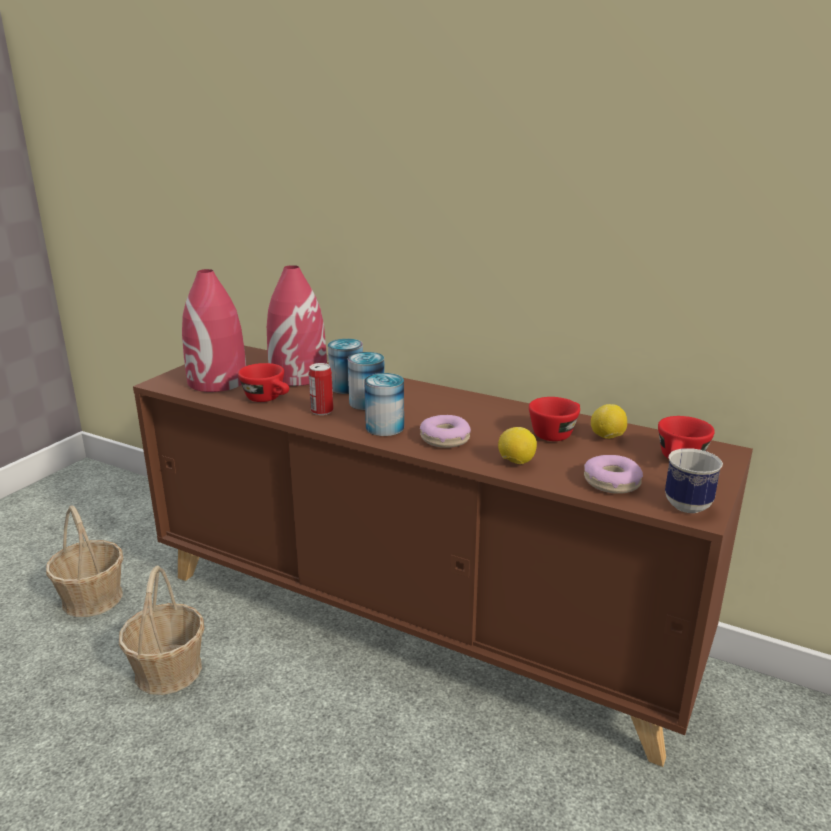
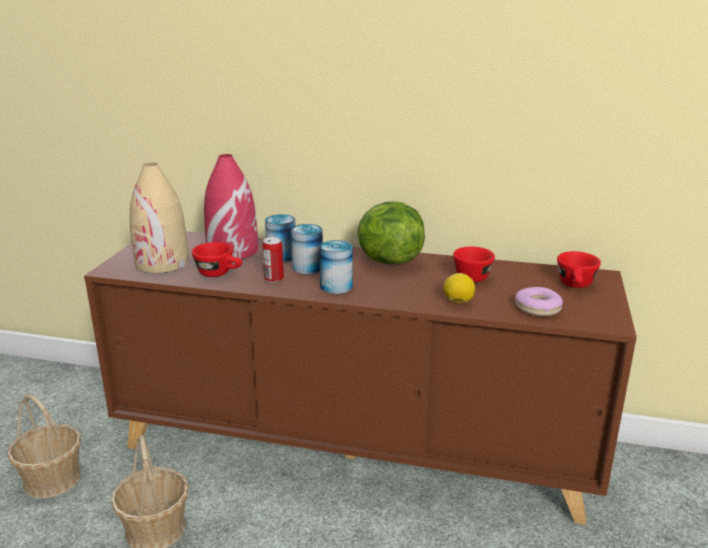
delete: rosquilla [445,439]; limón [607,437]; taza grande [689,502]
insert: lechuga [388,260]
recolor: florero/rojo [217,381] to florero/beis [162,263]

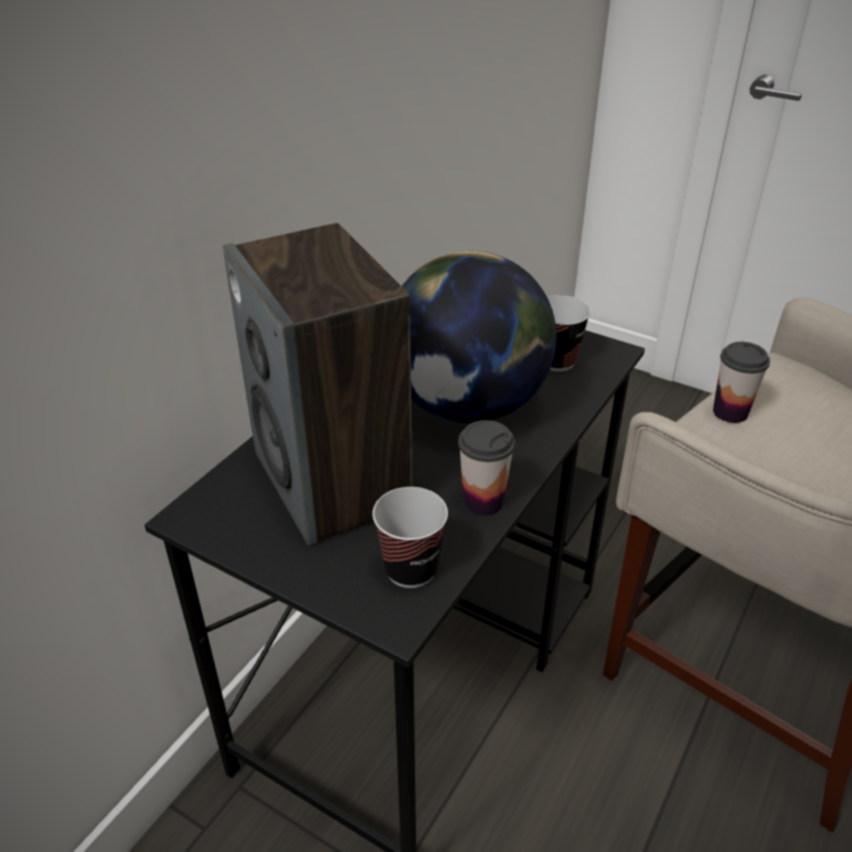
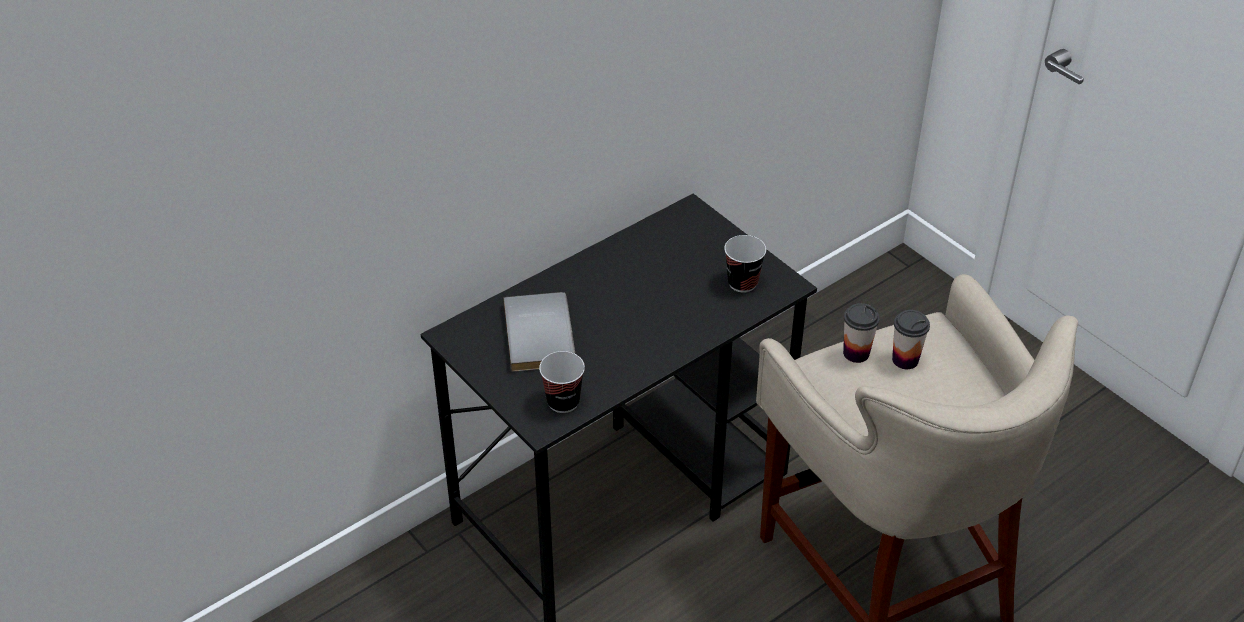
delete: globo terráqueo [467,406]
move: taza [483,501] to [905,360]
replace: altavoz [333,481] to libro/gris [542,334]

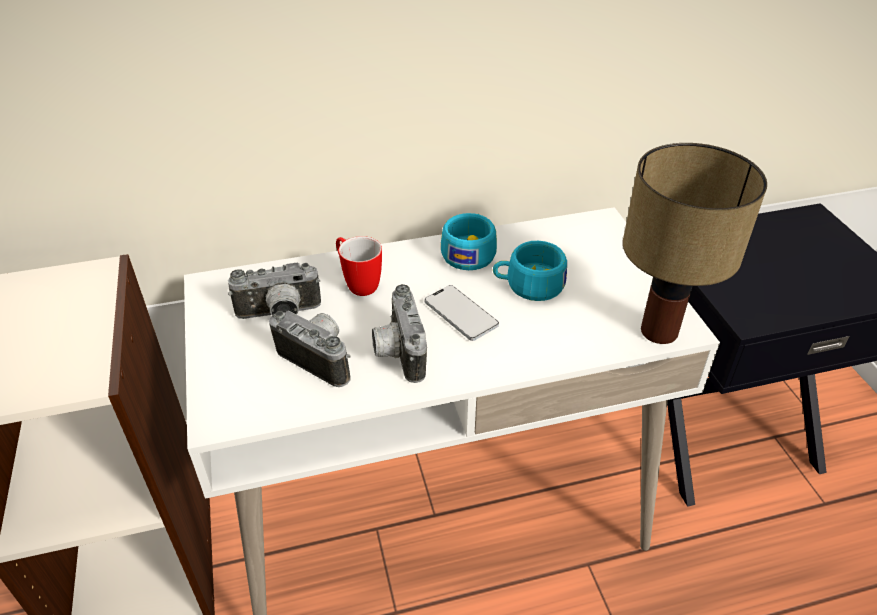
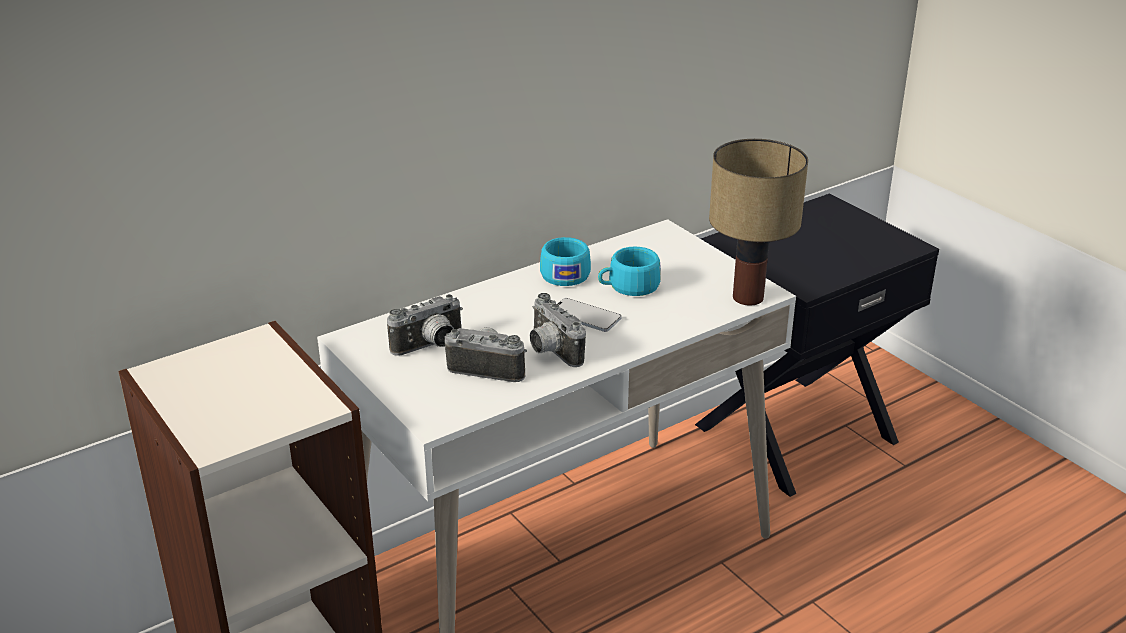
delete: taza grande [358,283]

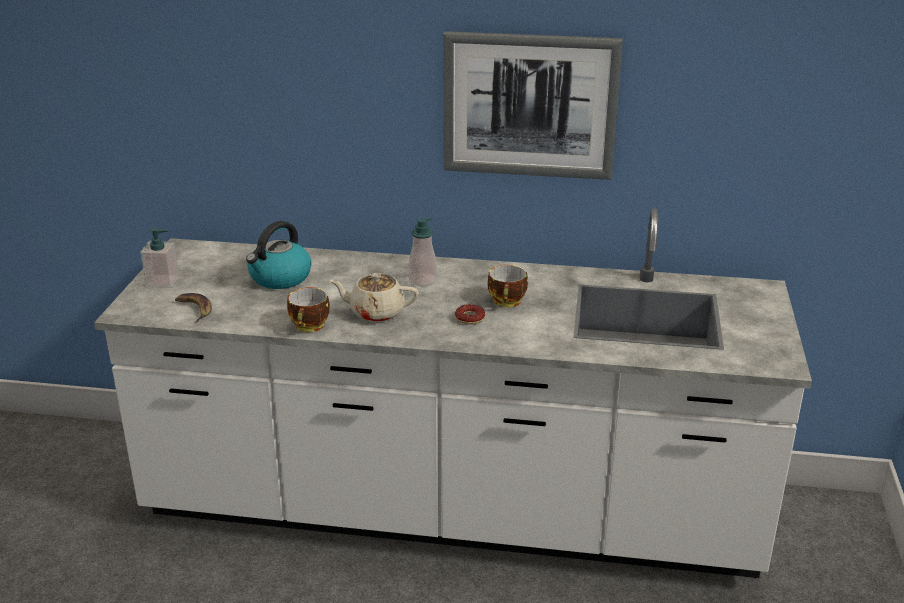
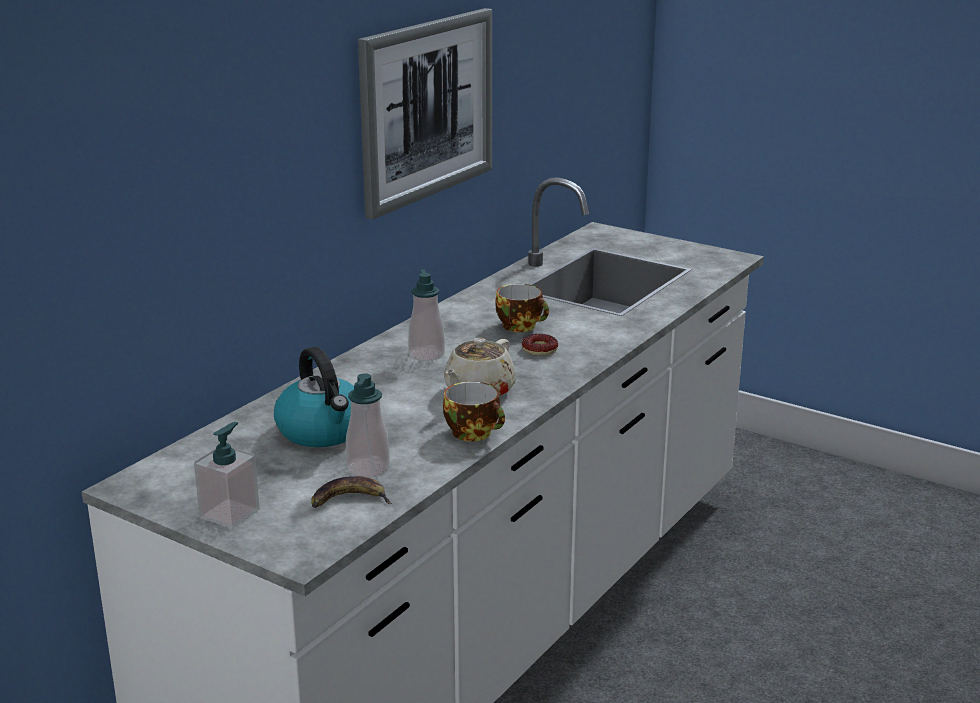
insert: dispensador de jabón [368,468]

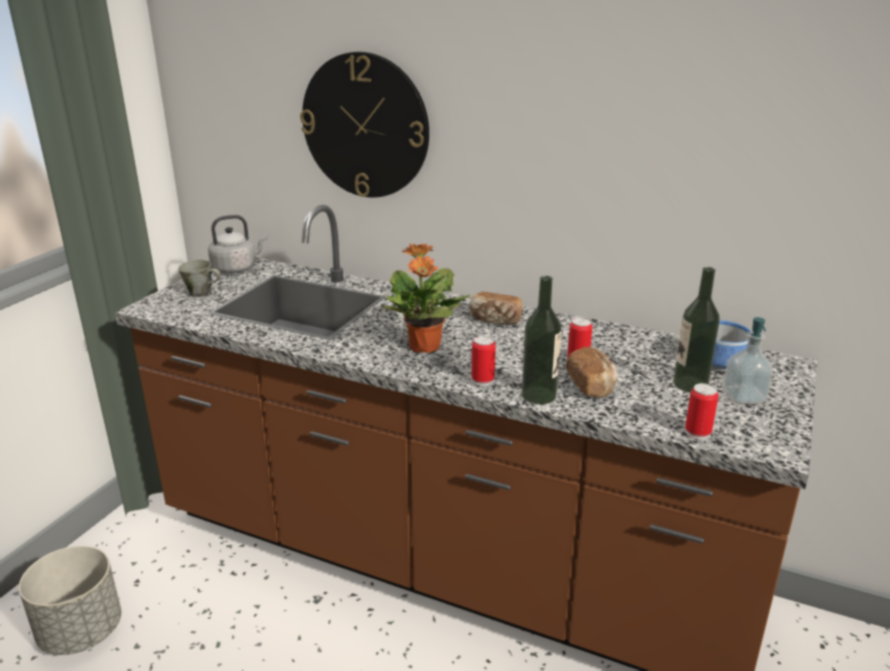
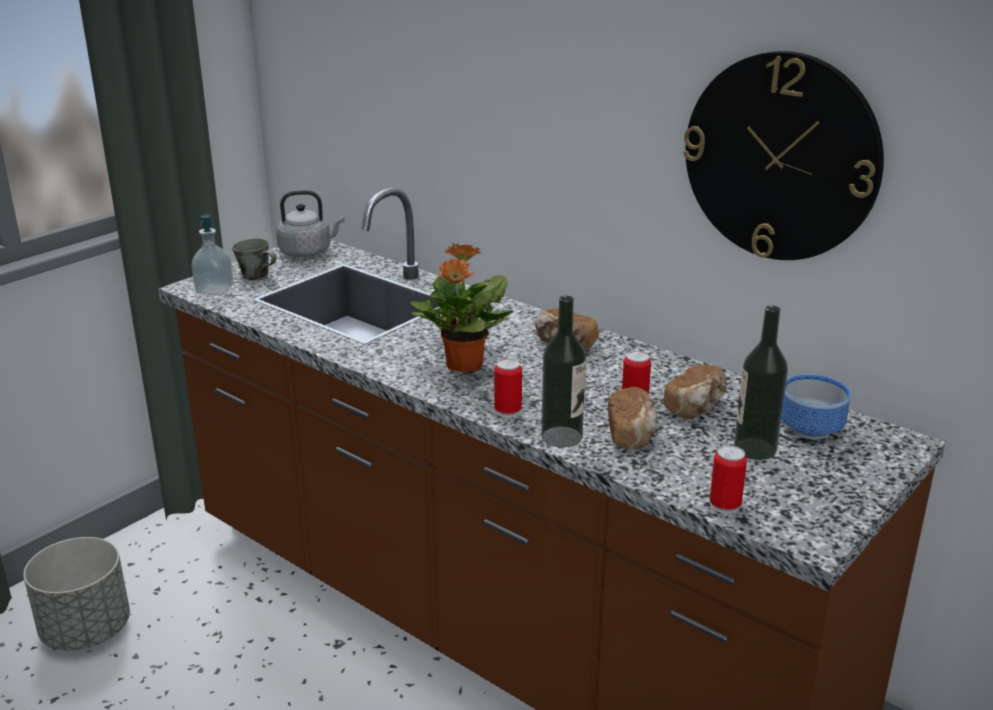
insert: pan [696,407]
move: dispensador de jabón [744,396] to [214,289]; reloj de pared [365,126] to [781,157]

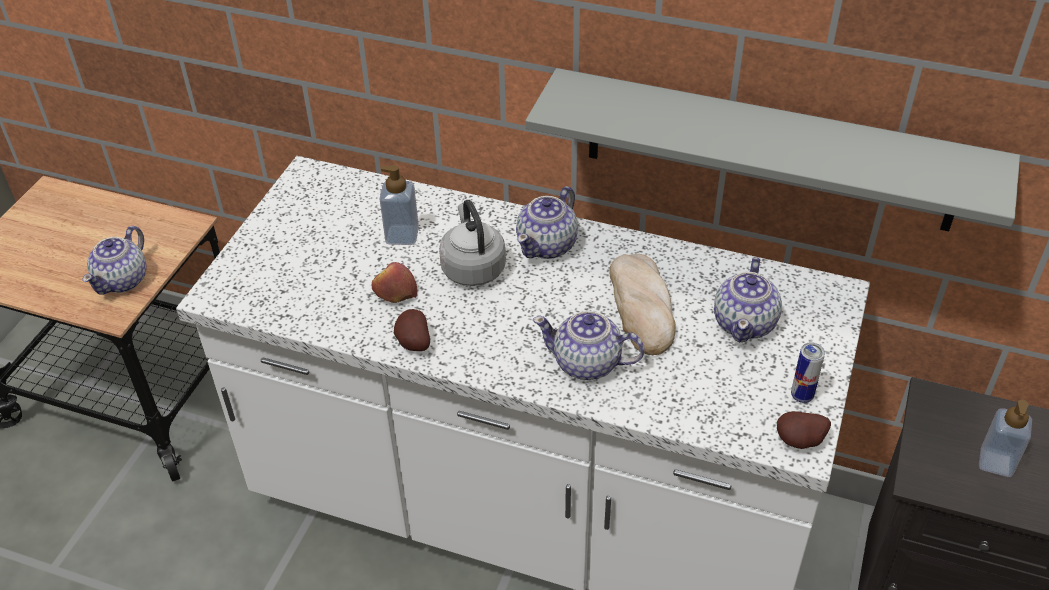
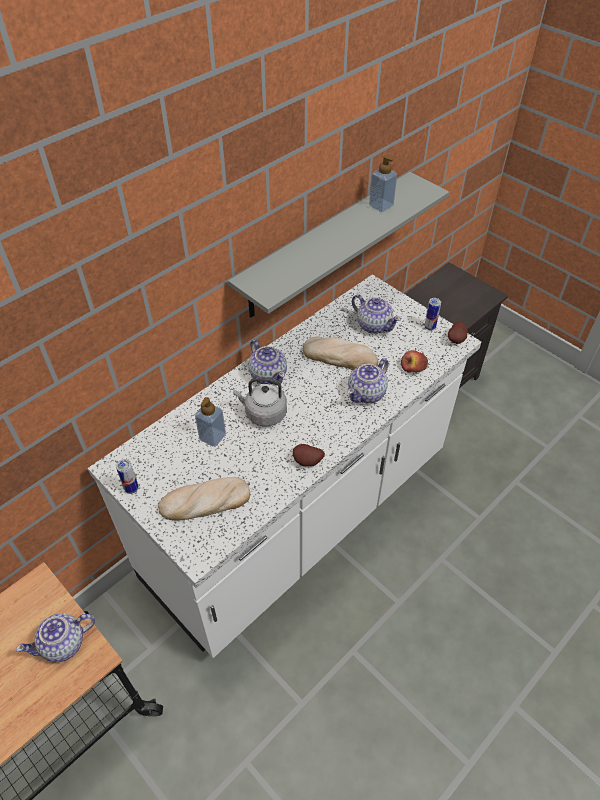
insert: lata [131,488]; pan [205,502]
move: dispensador de jabón [996,462] to [381,205]; manzana [394,292] to [413,367]
rotate: tetera [123,280] = [64,644] 105 degrees clockwise

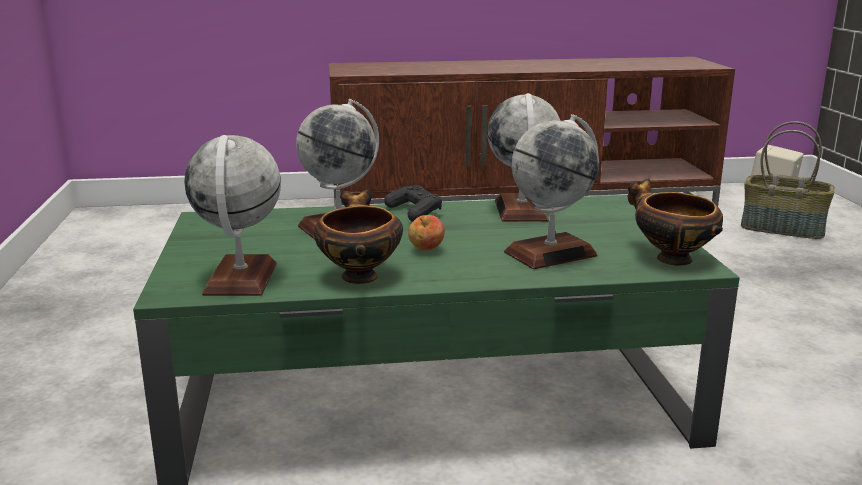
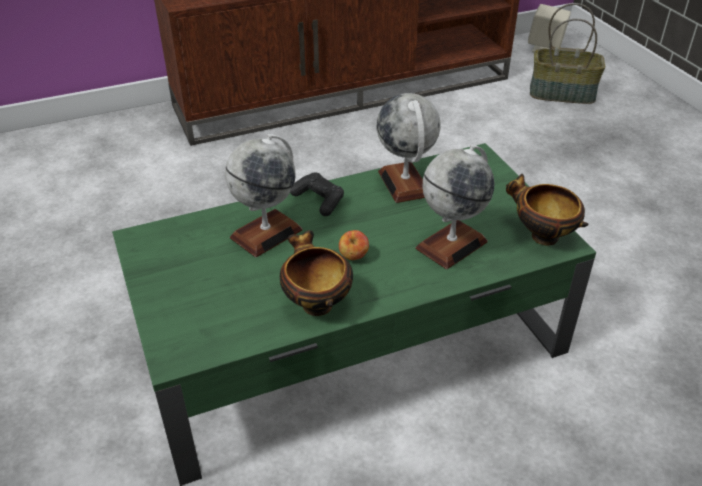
delete: globo terráqueo [241,279]

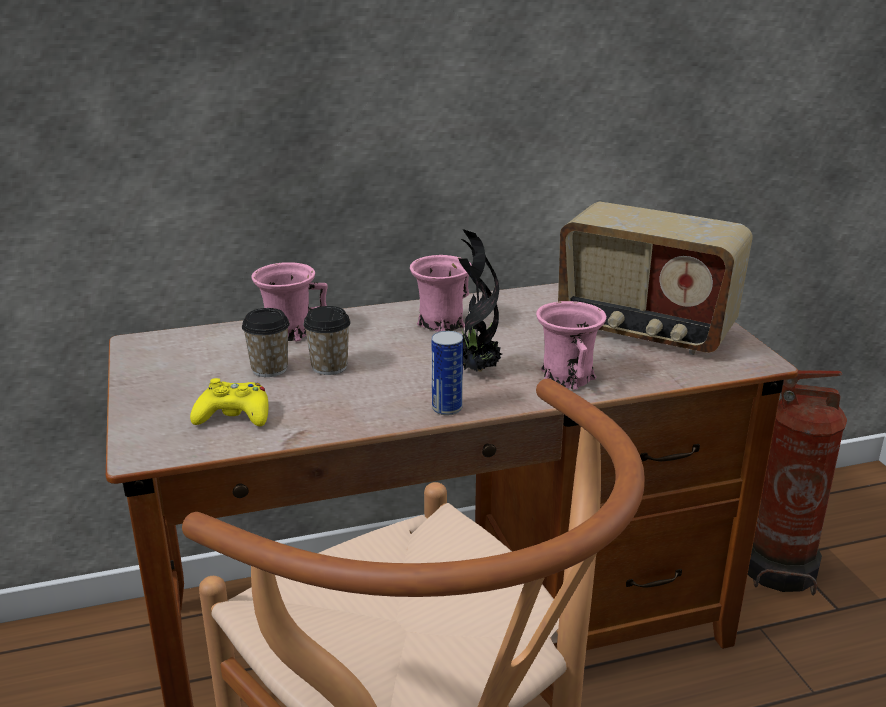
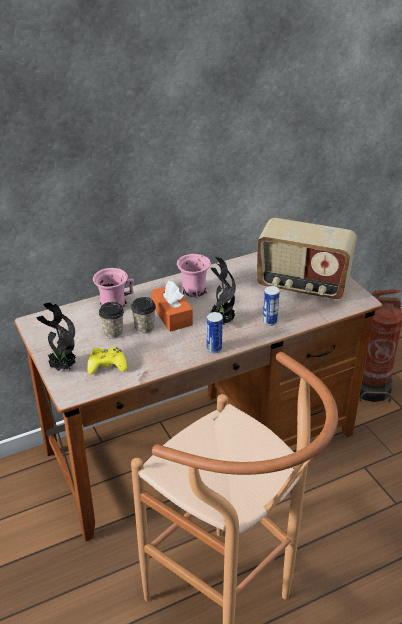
insert: planta en maceta [61,368]; caja de pañuelos/naranja [172,315]
replace: taza grande/rosa [568,377] to lata [269,321]

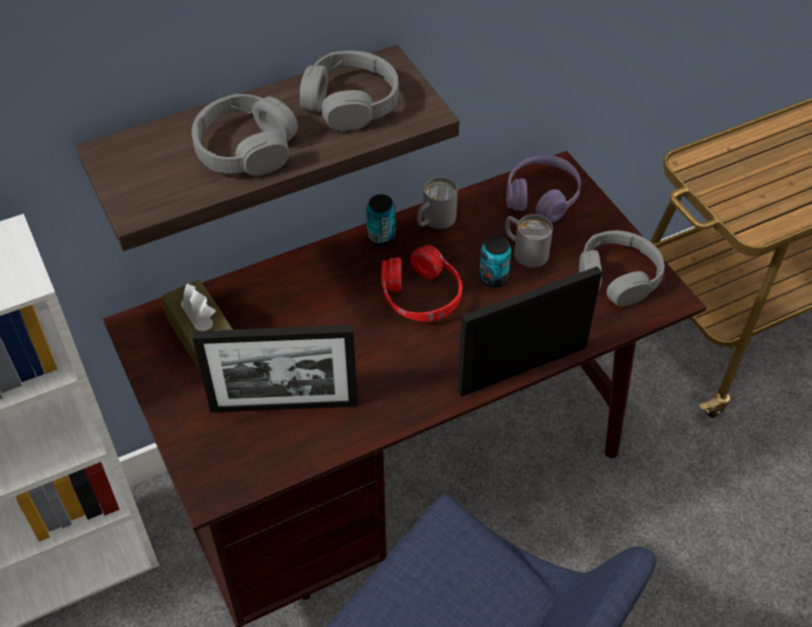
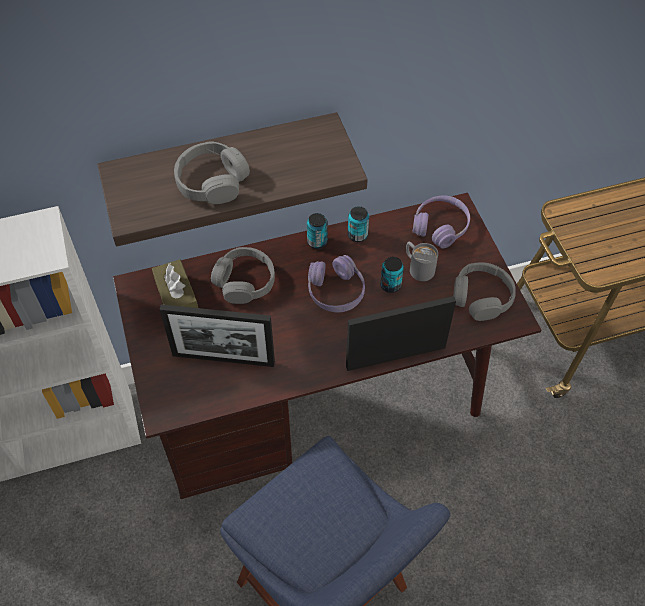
move: auriculares/gris [350,103] to [244,281]
replace: taza grande/gris [434,221] to lata [357,235]
recolor: auriculares/rojo [421,296] to auriculares/morado [335,291]

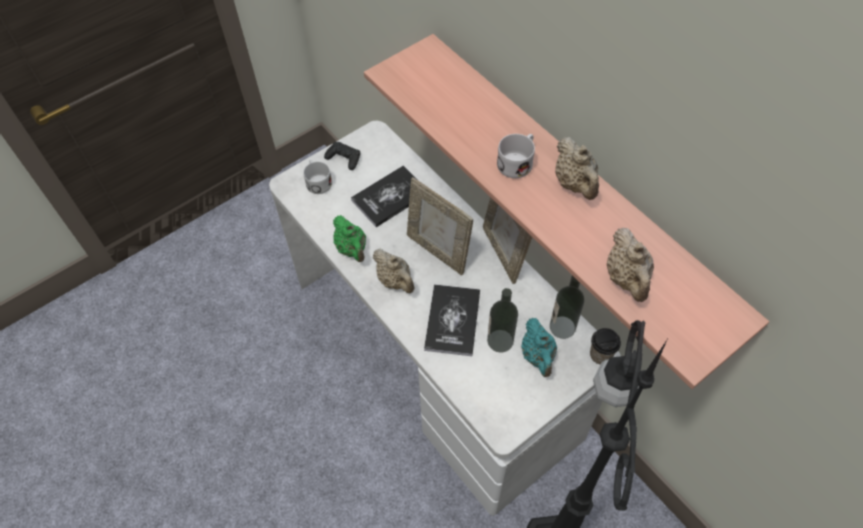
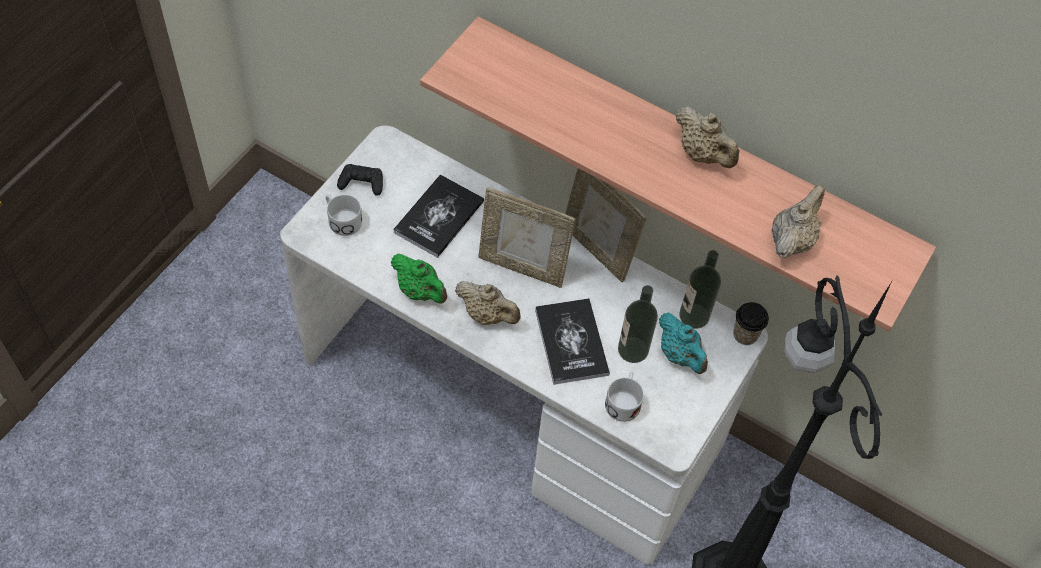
move: taza grande/blanco [518,161] to [624,401]
rotate: tetera/beis [627,278] = [791,240] 120 degrees counterclockwise

